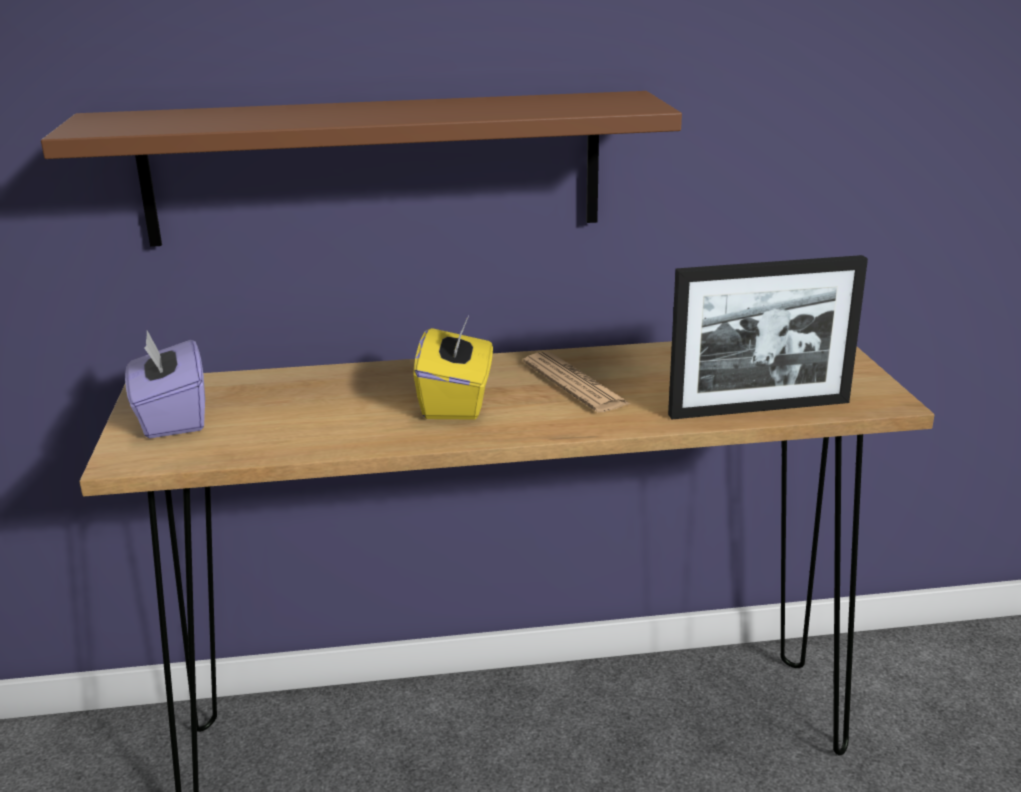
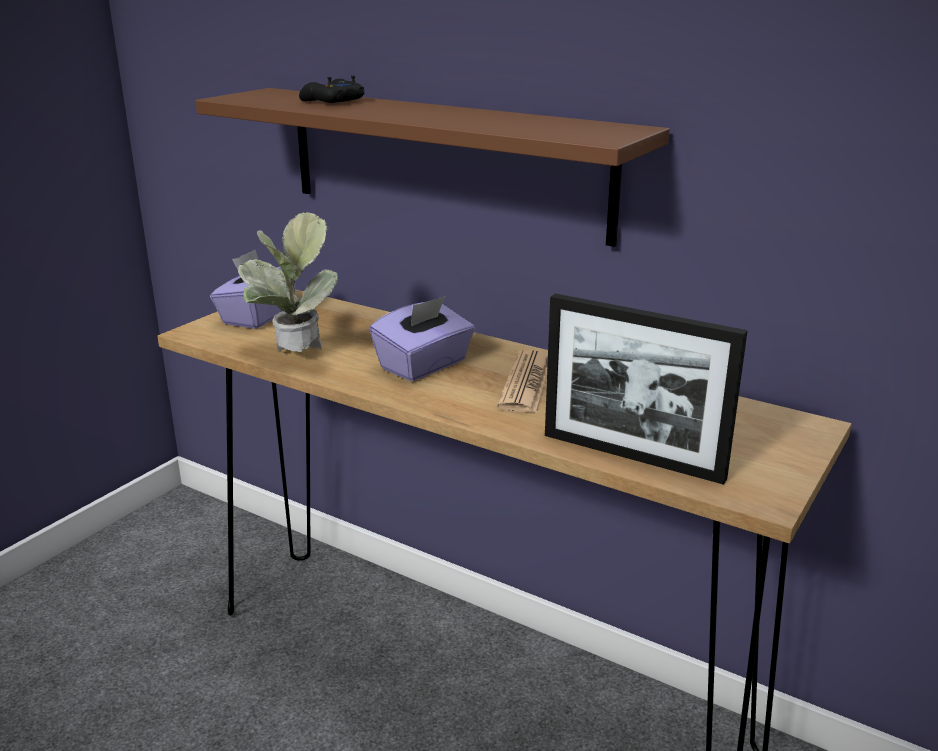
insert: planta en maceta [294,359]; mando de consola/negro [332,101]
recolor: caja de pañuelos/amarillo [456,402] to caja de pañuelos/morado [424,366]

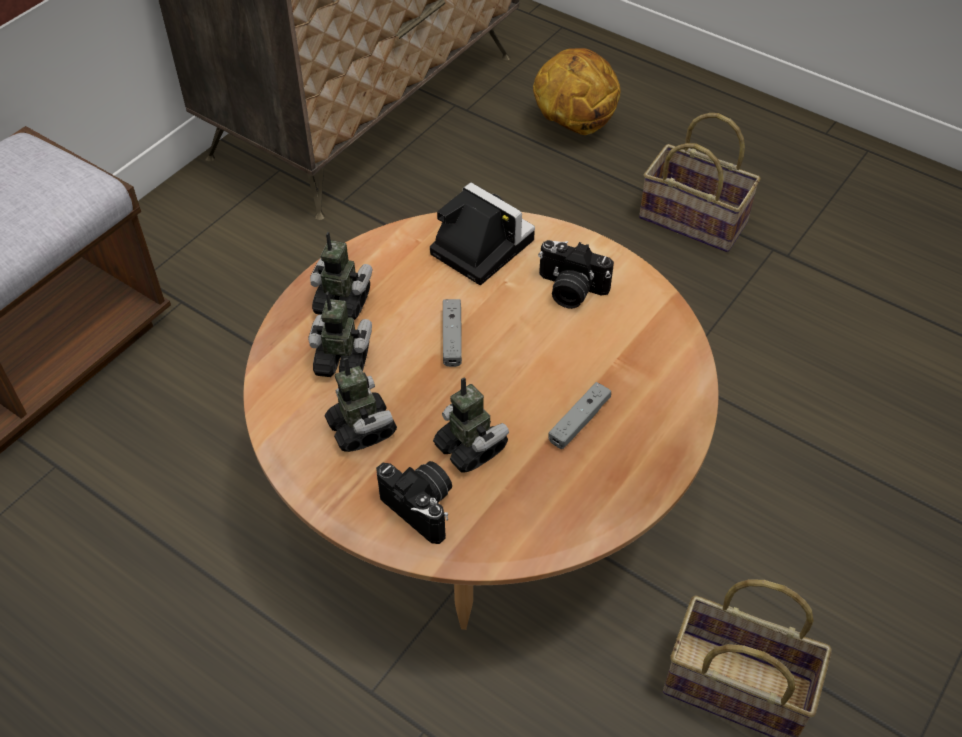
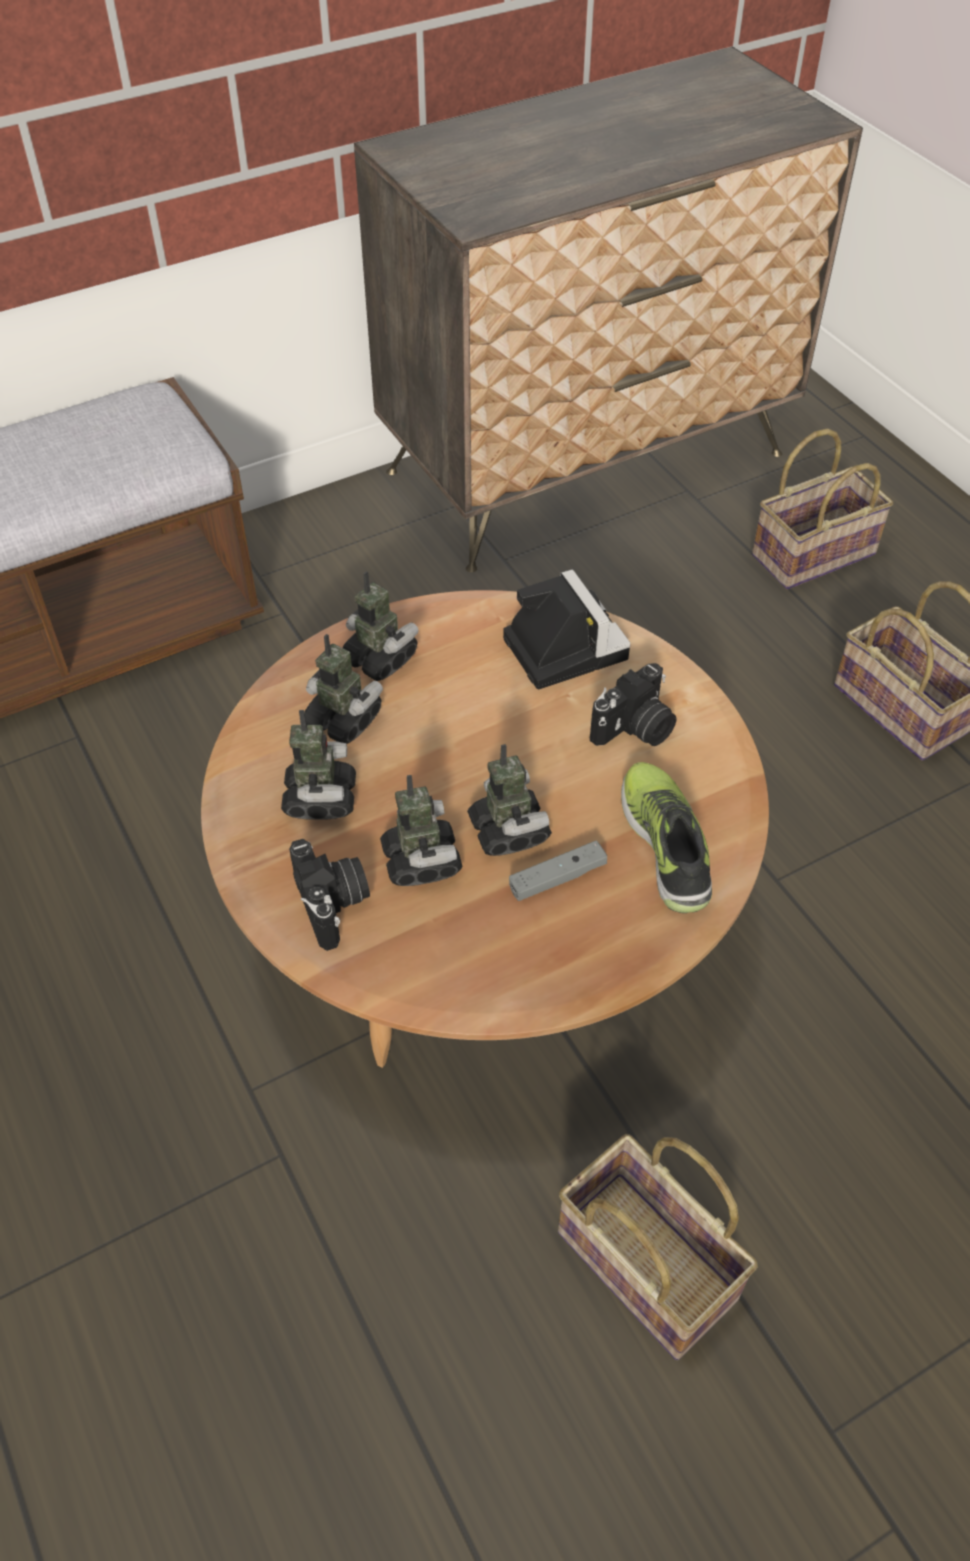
delete: mando de consola/gris [452,338]
insert: robot de juguete [509,831]; zapato [667,844]
replace: balón de baloncesto [573,124] to cesta [814,552]
rotate: cámara [570,290] = [635,729] 90 degrees counterclockwise

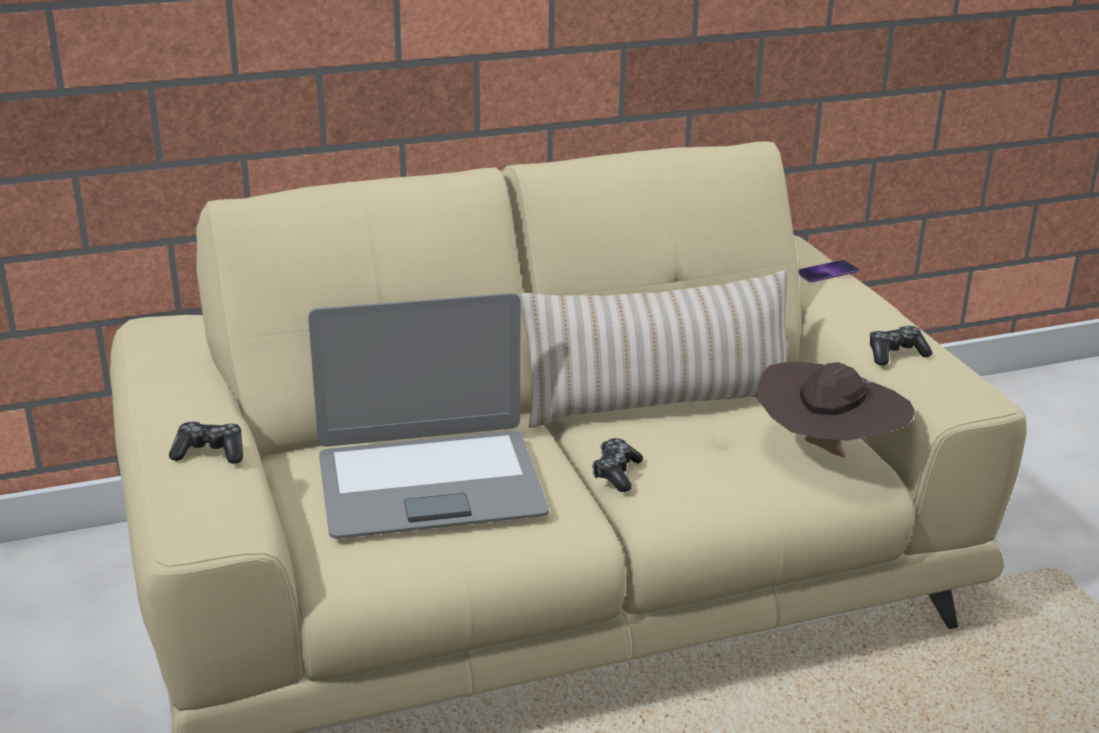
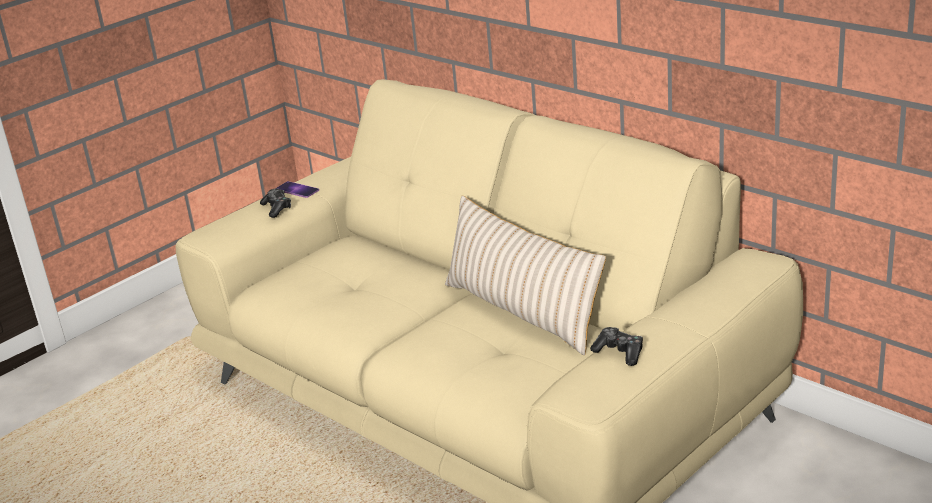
delete: portátil [430,485]; mando de consola [616,473]; sombrero/marrón [827,453]
move: móvil [826,272] to [297,190]

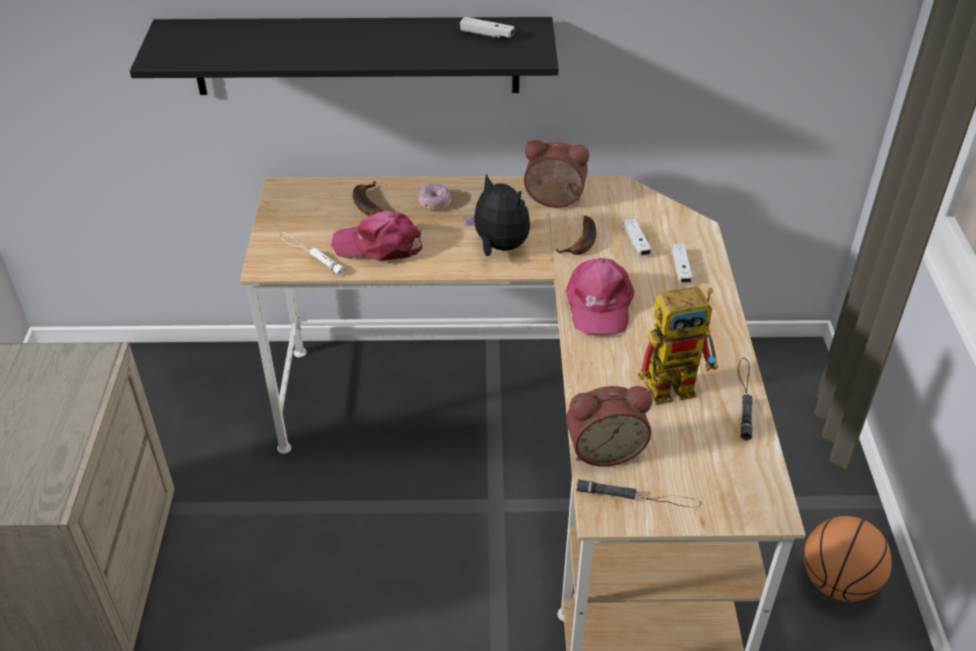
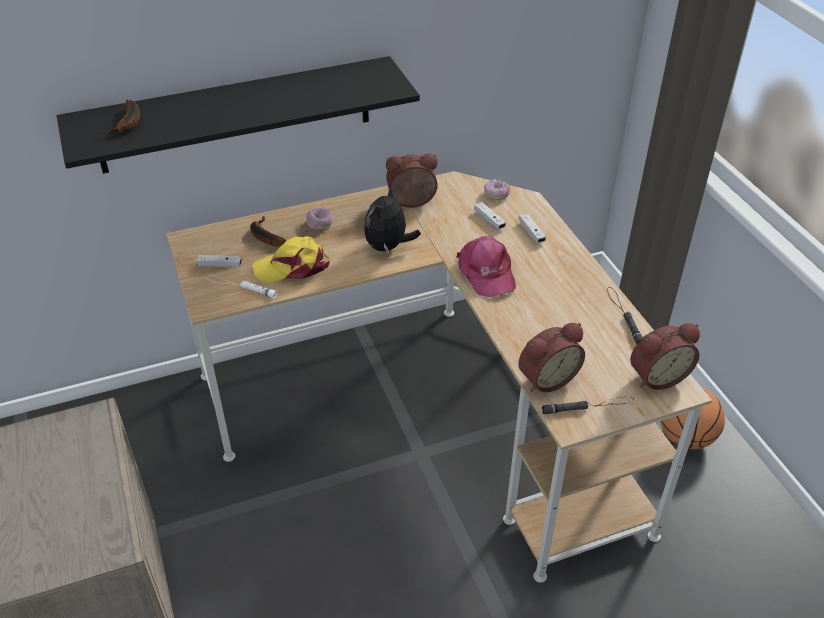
delete: robot de juguete [679,384]
insert: rosquilla [496,194]; despertador [656,376]
move: plátano [582,243] to [128,123]; mando de consola/blanco [487,34] to [220,265]
recolor: gorra/rosa [379,245] to gorra/amarillo [293,267]
rotate: peluche [498,247] = [388,247] 90 degrees counterclockwise

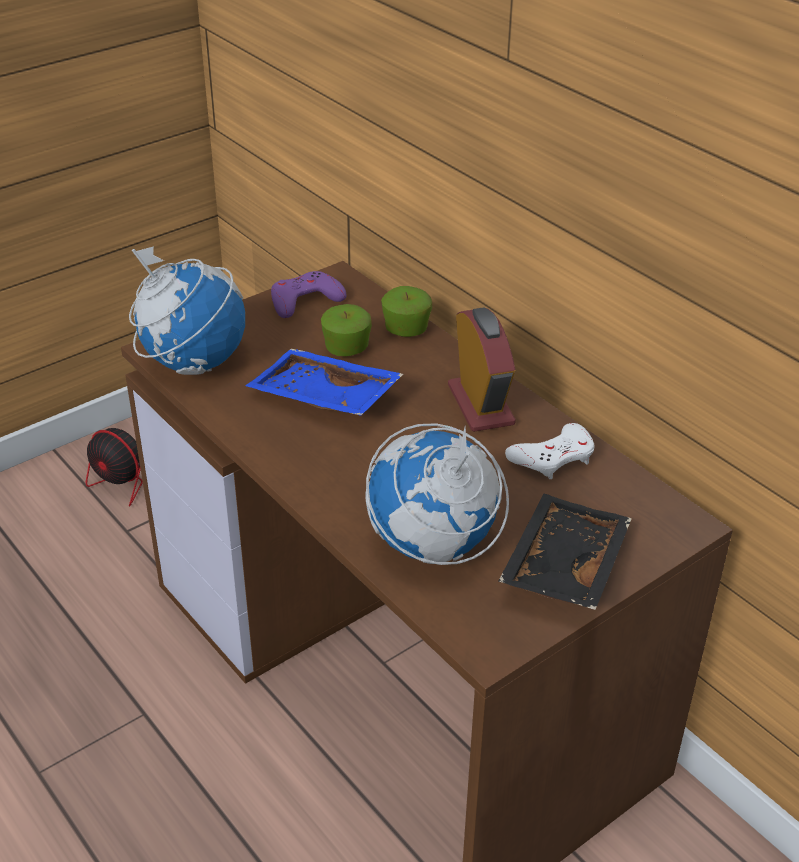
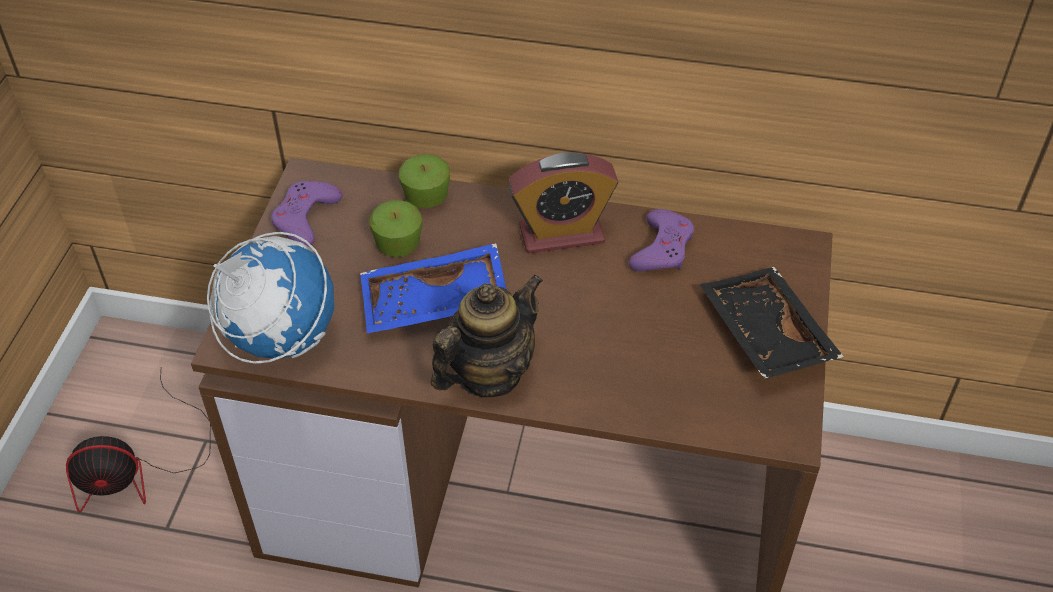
delete: globo terráqueo [432,546]
insert: tetera [488,373]
recolor: mando de consola/blanco [553,457] to mando de consola/morado [662,248]
rotate: despertador [480,405] = [561,234] 135 degrees clockwise

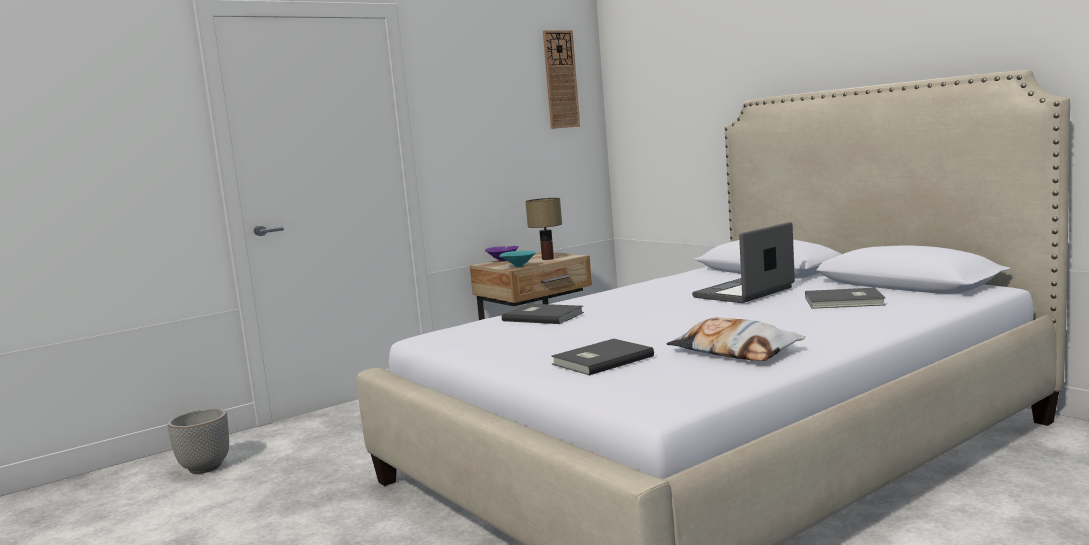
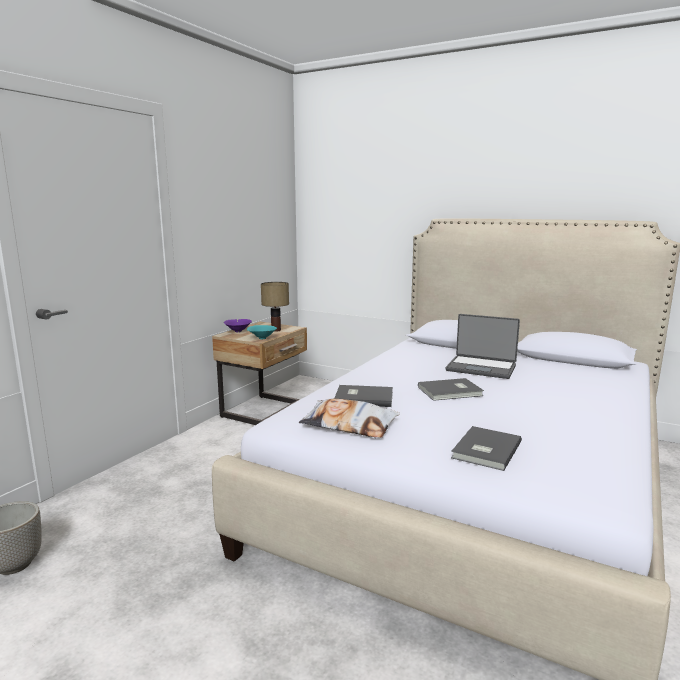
delete: reloj de pared [560,79]
move: cojín [734,351] to [349,425]; libro/gris [845,301] to [451,392]
rotate: portátil [745,293] = [481,368] 90 degrees counterclockwise

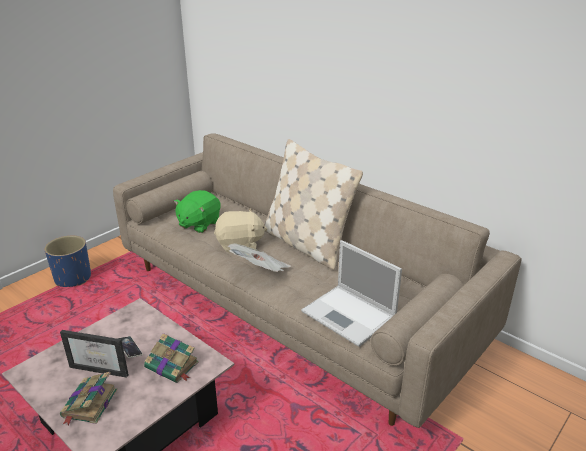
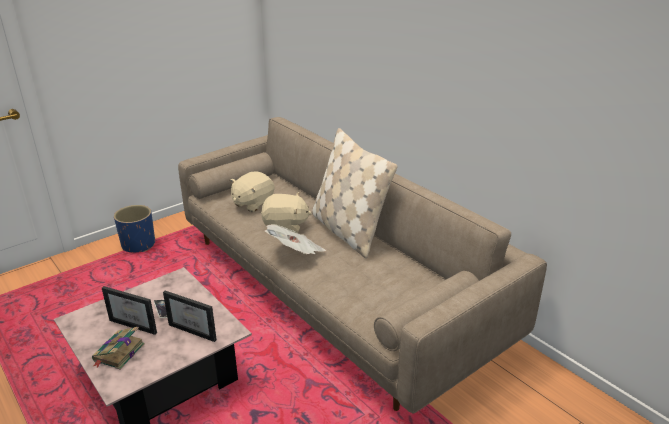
delete: portátil [350,315]
replace: libro [173,366] to portarretratos [197,329]
recolor: peluche/verde [198,224] to peluche/beis [252,203]

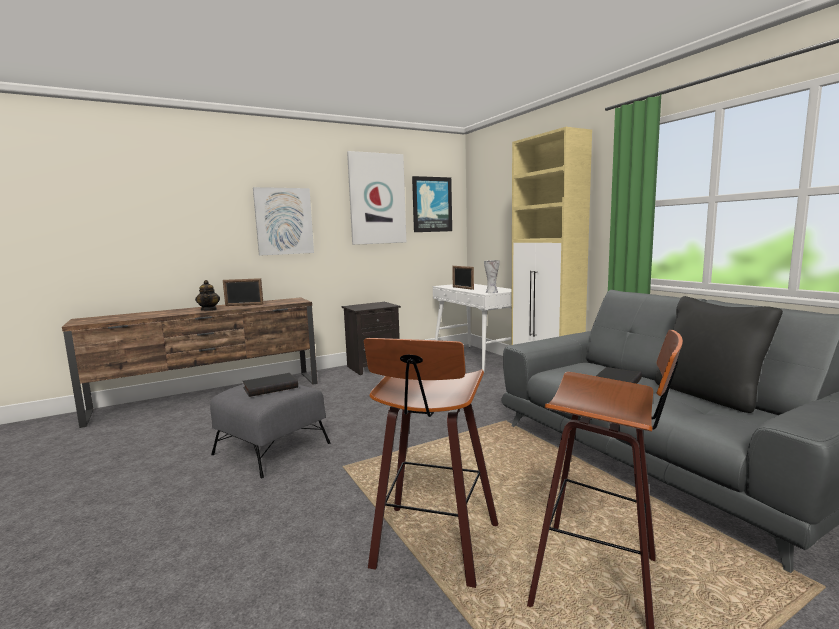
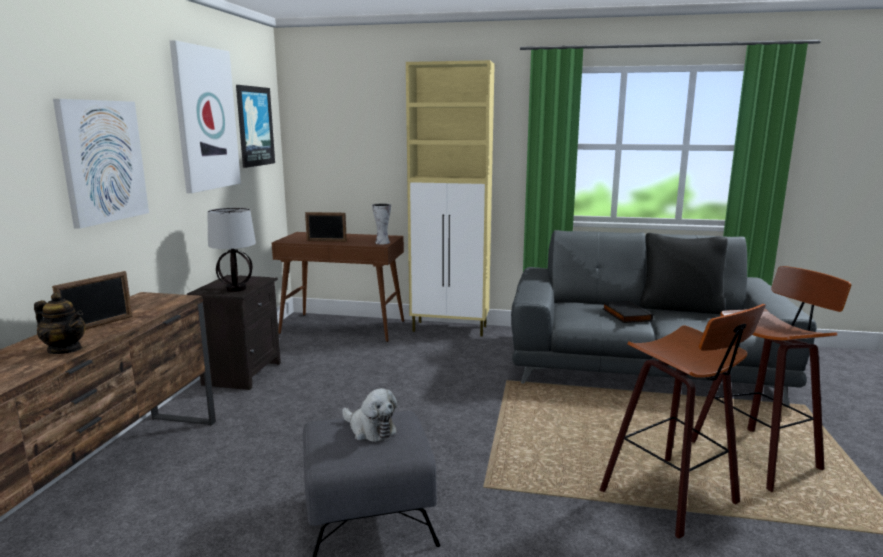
insert: lámpara de mesa [236,289]
replace: libro/negro [270,387] to peluche [370,429]
recolor: mesa consola/blanco [476,359] to mesa consola/marrón [343,327]

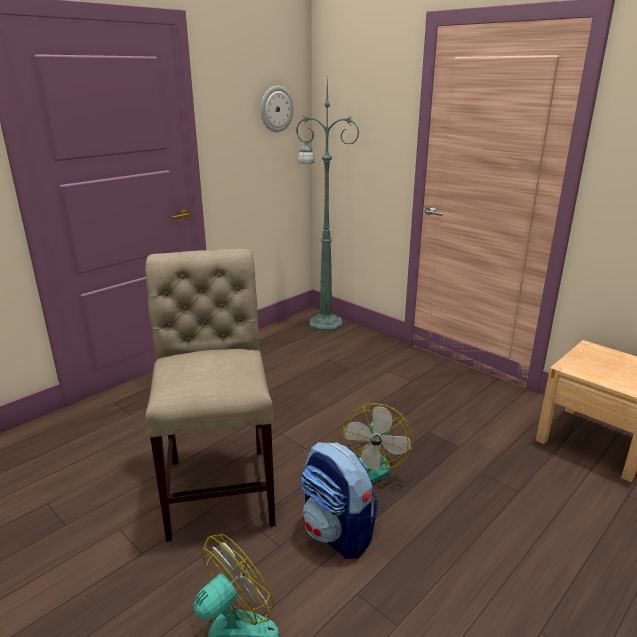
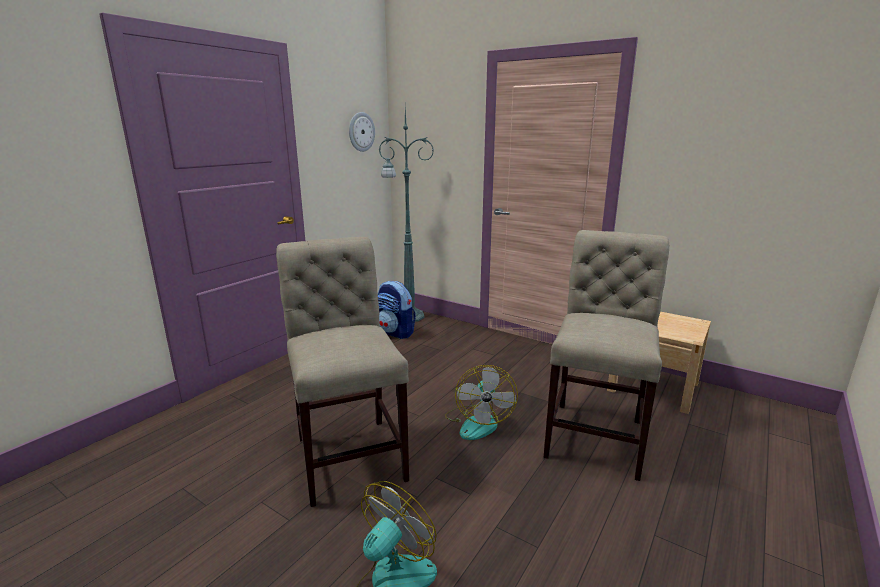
insert: silla/beis [596,434]
move: mochila [337,533] to [396,332]

